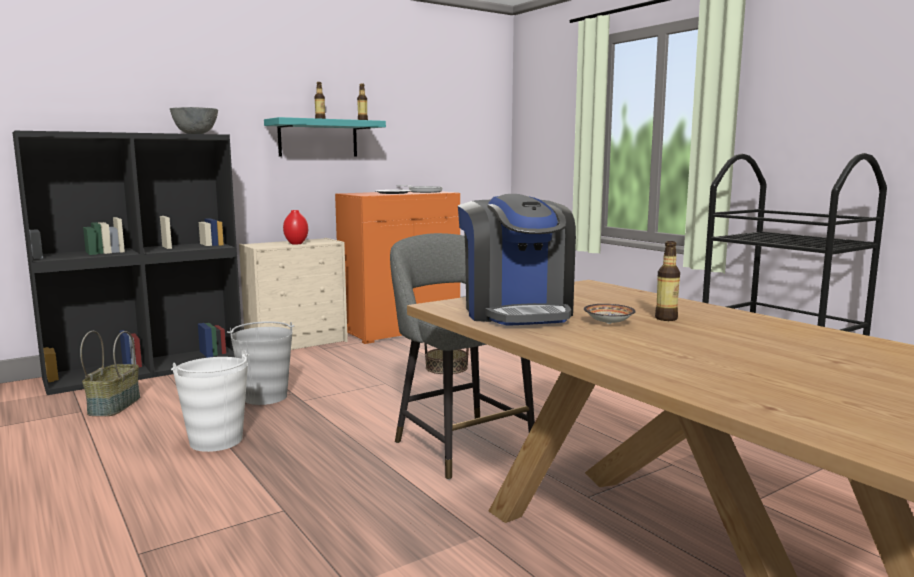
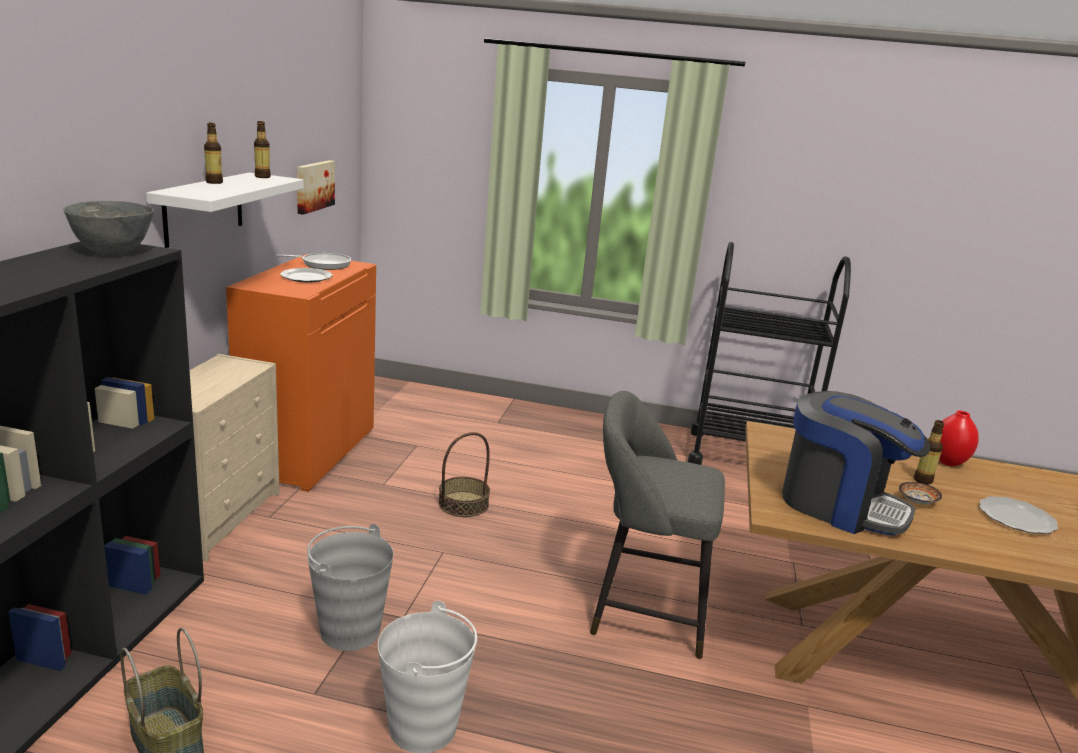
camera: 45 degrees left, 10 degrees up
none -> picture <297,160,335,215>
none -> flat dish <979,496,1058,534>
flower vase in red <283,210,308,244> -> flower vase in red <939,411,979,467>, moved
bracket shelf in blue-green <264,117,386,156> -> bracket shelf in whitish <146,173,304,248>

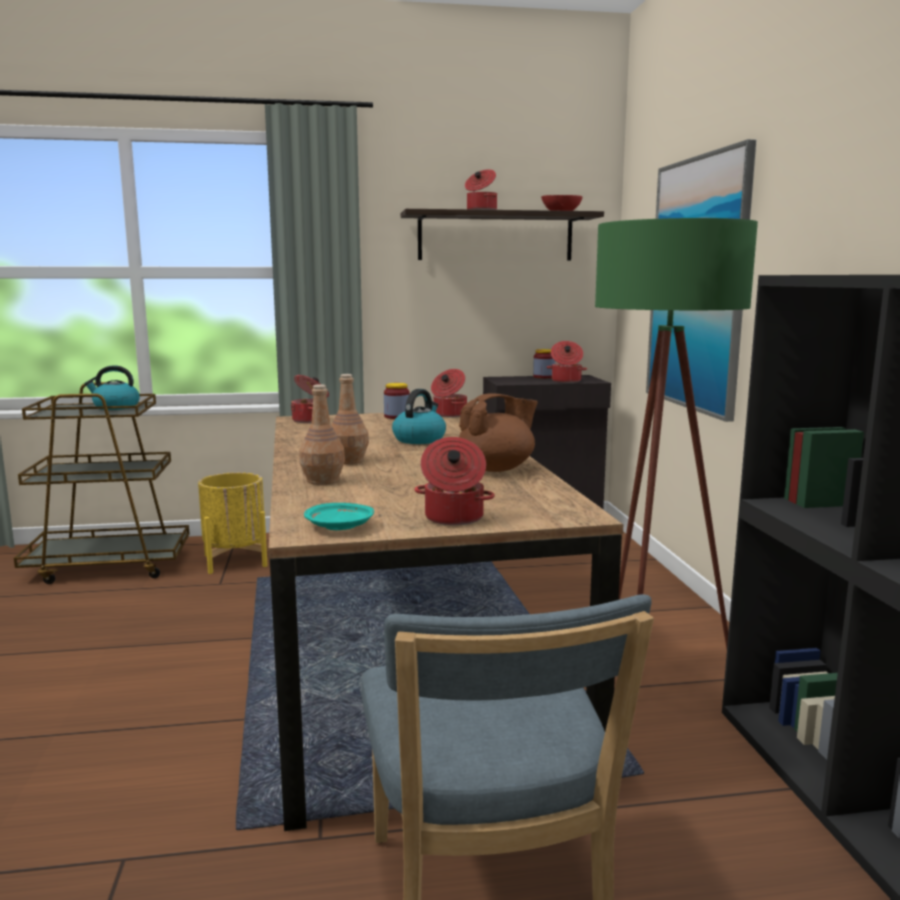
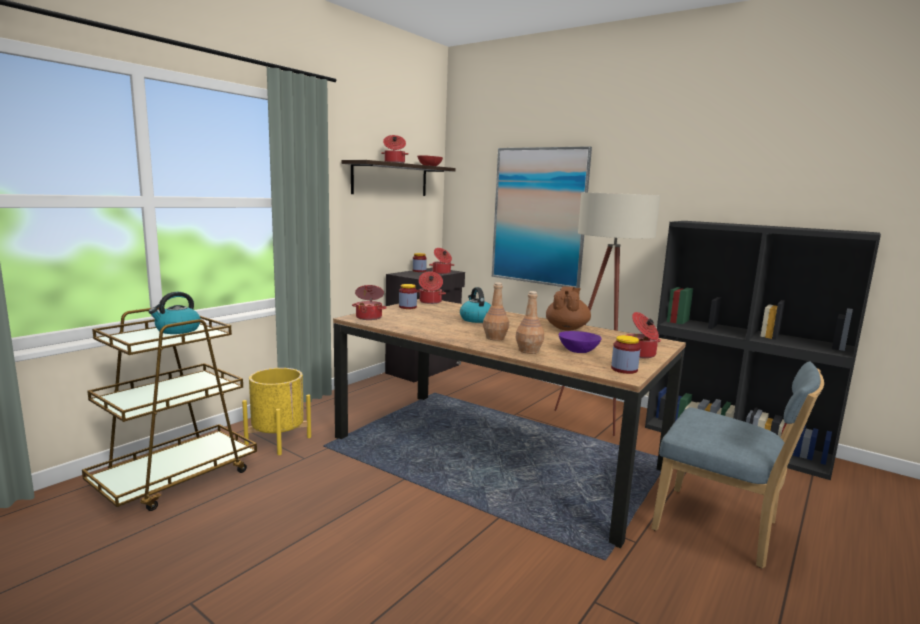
camera: 45 degrees left, 0 degrees up
none -> deep dish in purple-coloured <559,331,602,353>
flat dish in blue-green <304,503,374,530> -> jar <611,335,641,374>
standard lamp in greenish <595,218,758,649> -> standard lamp in beige <554,192,660,436>

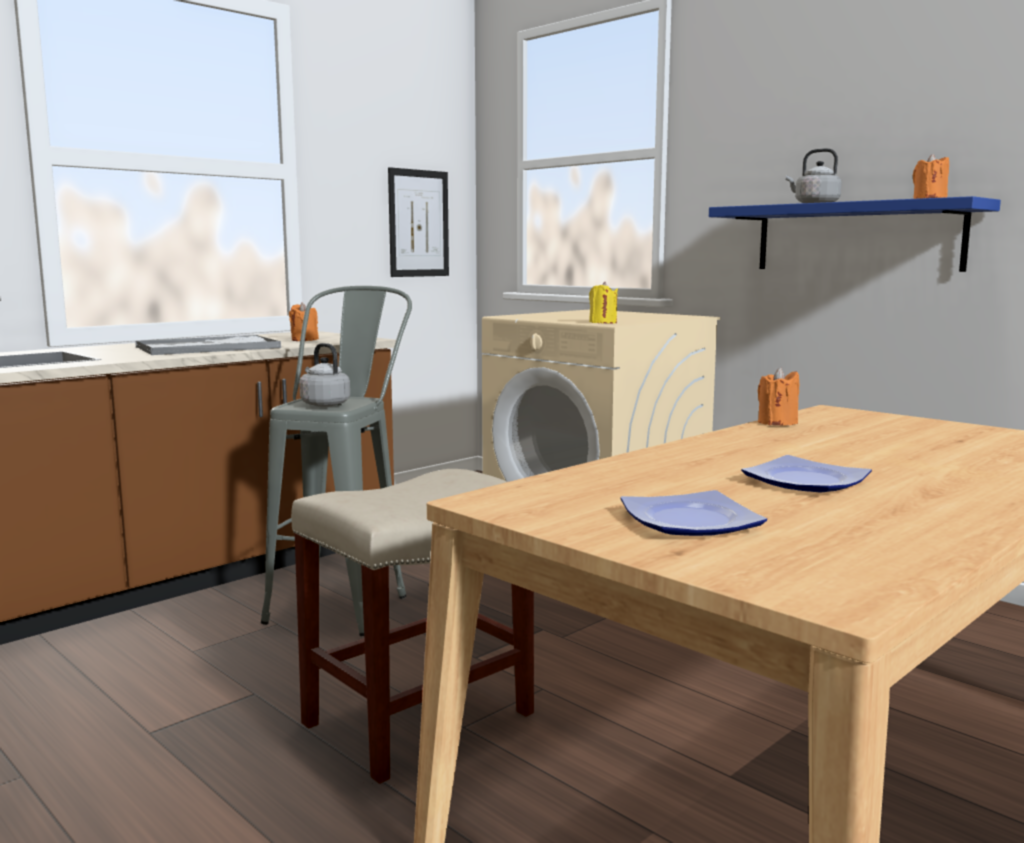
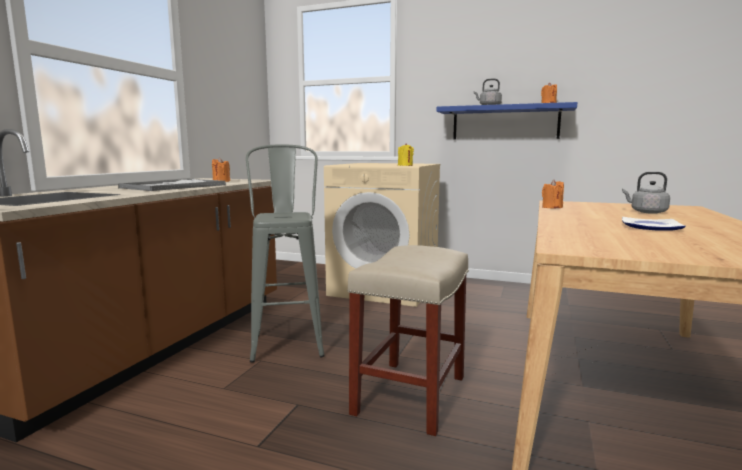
camera: 25 degrees left, 0 degrees up
picture <388,167,449,277> -> none
flat dish <621,490,767,536> -> none
water kettle in grey <299,343,350,407> -> water kettle in grey <622,172,670,214>, moved

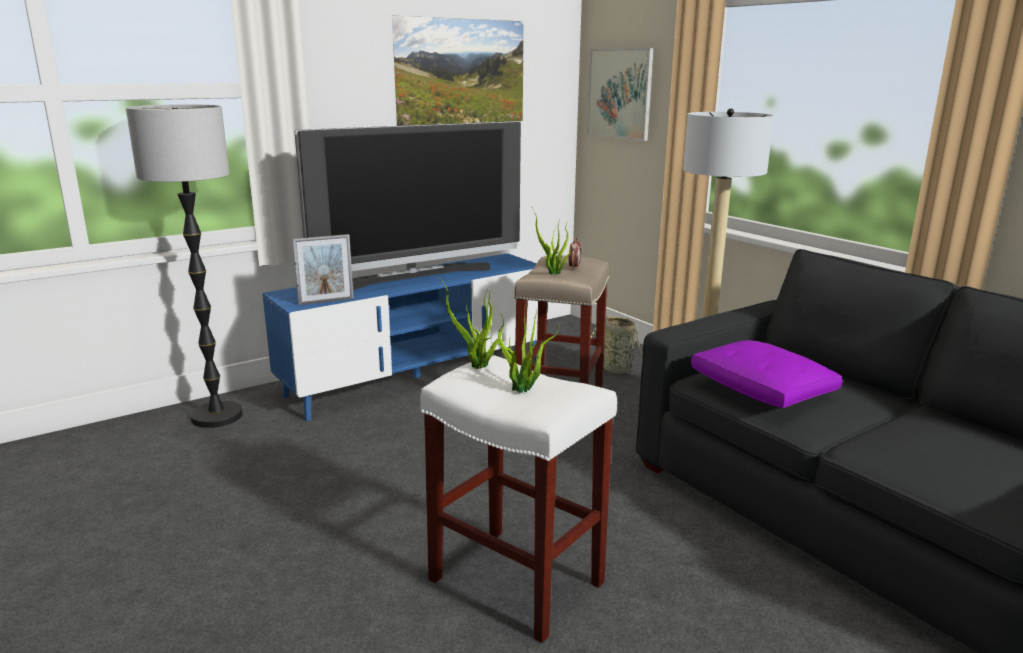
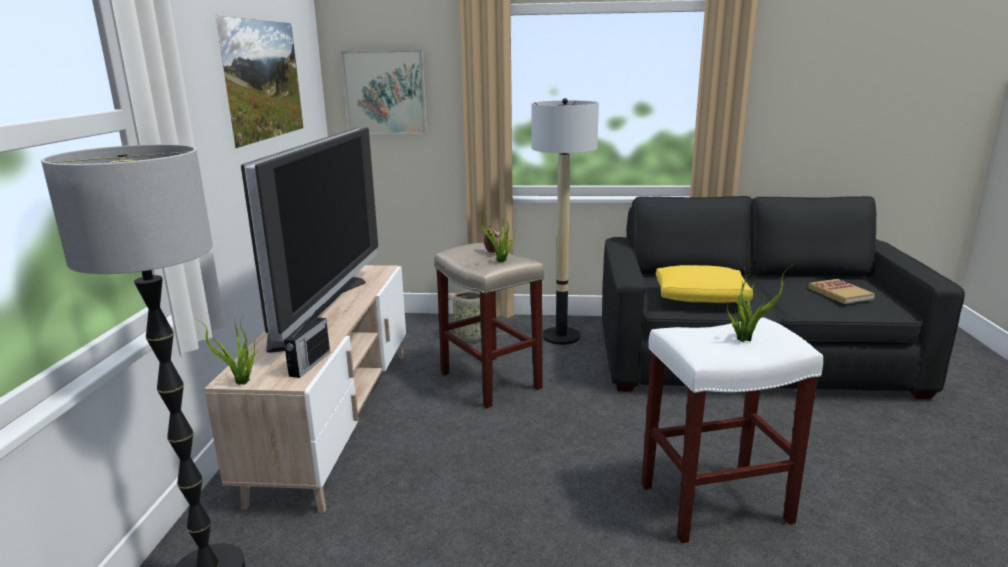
camera: 50 degrees left, 0 degrees up
none -> book <808,279,875,304>
houseplant <438,276,503,369> -> houseplant <197,316,258,385>, moved
photo frame <292,234,354,305> -> radio <284,312,330,378>
tv unit in bluish <262,253,538,421> -> tv unit in beige <204,265,406,513>
throw pillow in purple-coloured <691,340,843,408> -> throw pillow in yellow <656,265,753,303>

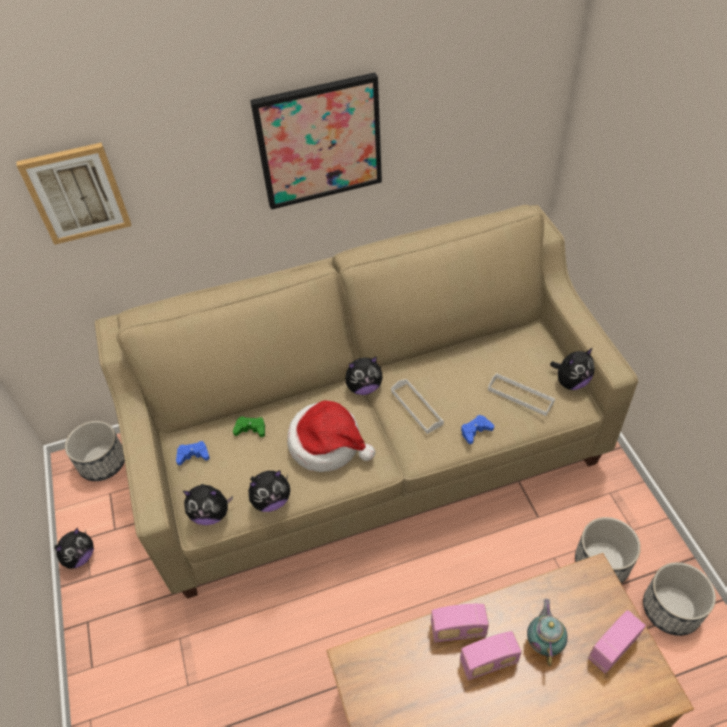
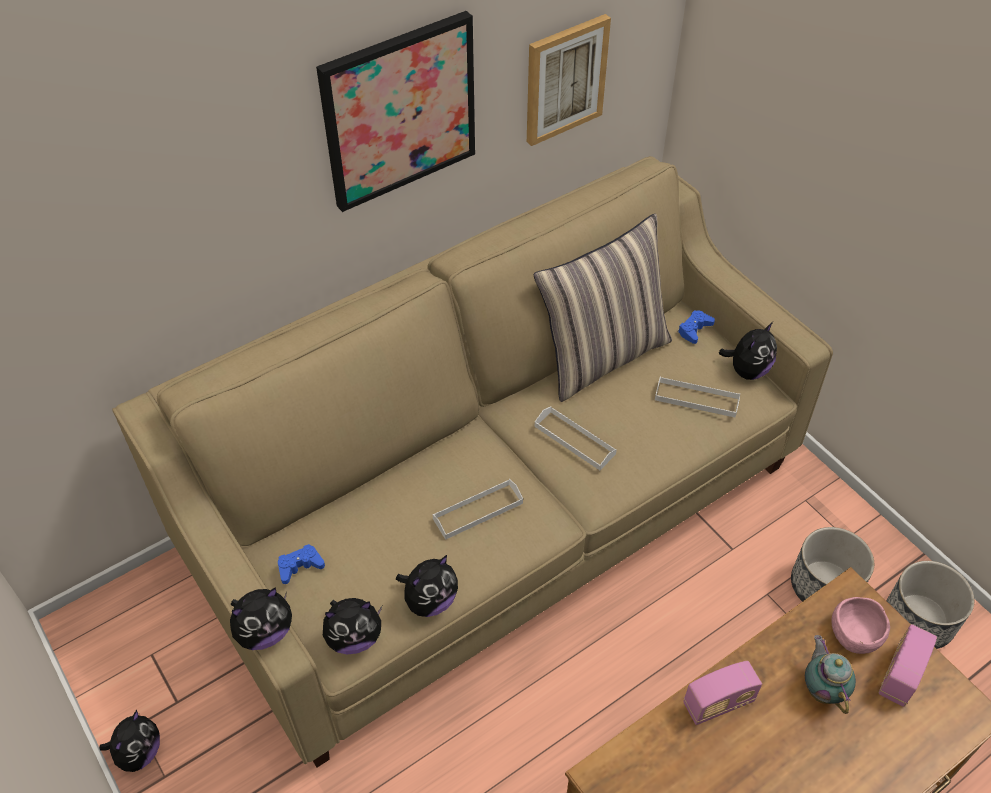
camera: 20 degrees left, 0 degrees up
planter <65,421,125,481> -> none
joypad in greenish <233,416,265,437> -> none
radio <460,631,522,680> -> none
none -> throw pillow <534,214,672,402>
none -> deep dish in pink-coloured <831,597,890,654>
picture <16,142,131,245> -> picture <527,14,611,146>, moved
soft toy <345,356,383,395> -> soft toy <230,587,292,650>, moved
joypad in bluish <461,415,494,444> -> joypad in bluish <678,310,715,344>, moved
wearable hat <287,401,375,472> -> serving tray in whitish <433,479,523,540>

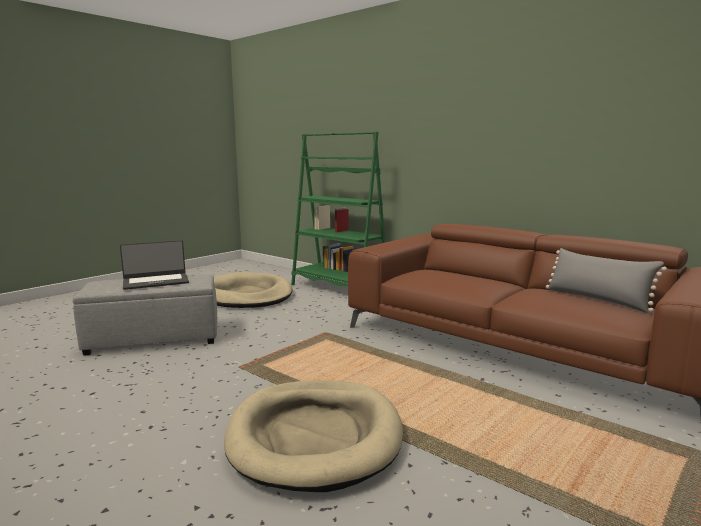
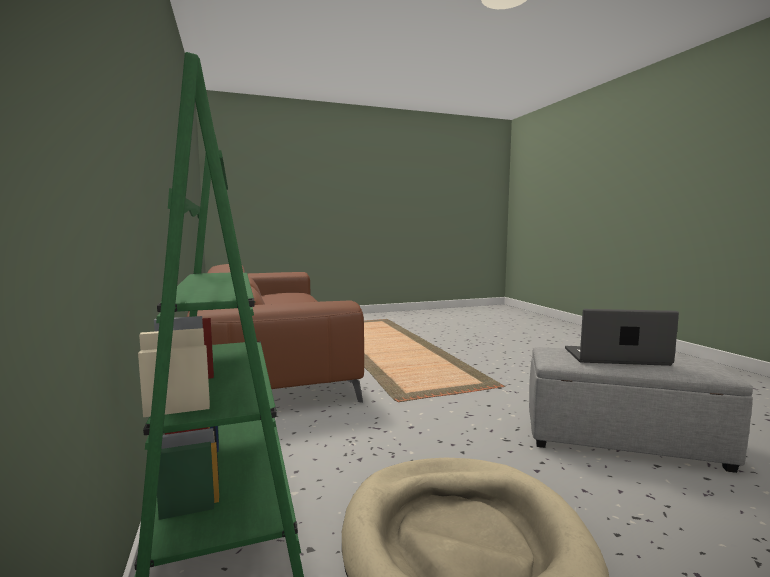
camera: 150 degrees left, 5 degrees down
dog bed in beige <224,380,403,492> -> none
throw pillow in grey <546,248,667,313> -> none

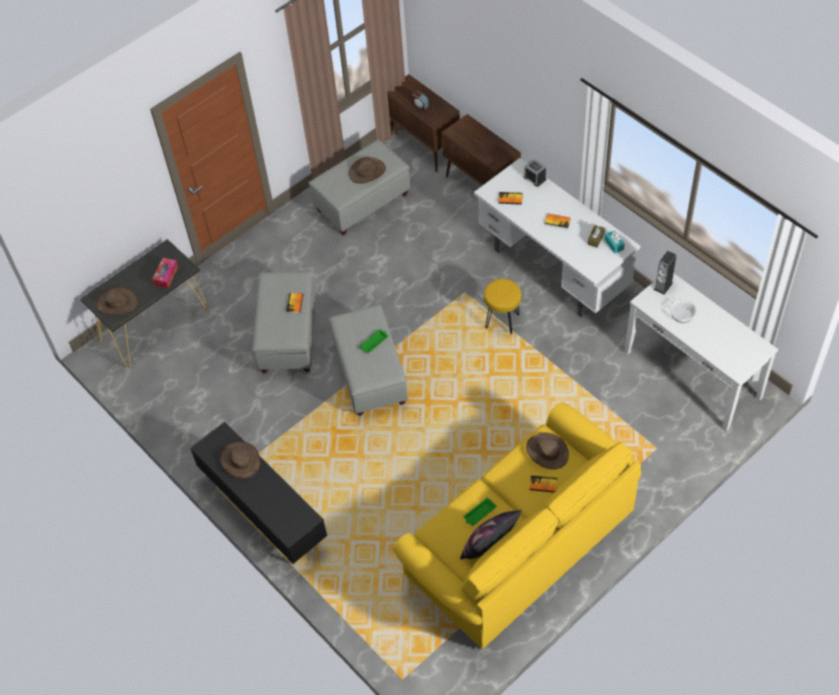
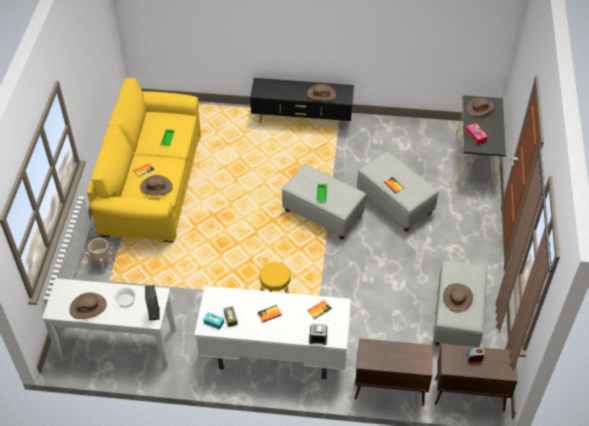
camera: 135 degrees right, 5 degrees down
throw pillow <460,510,522,560> -> none
none -> wearable hat in brown <69,293,107,319>
none -> planter in beige <86,238,115,273>

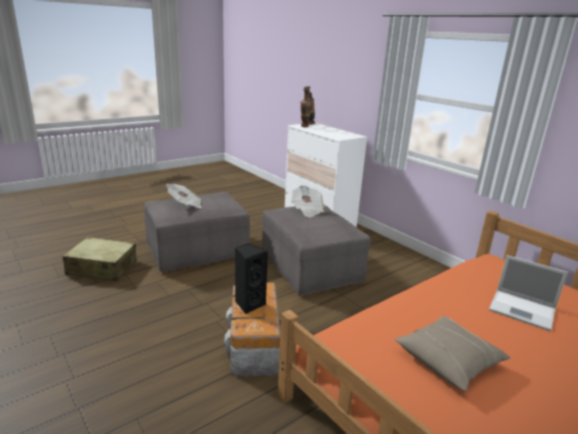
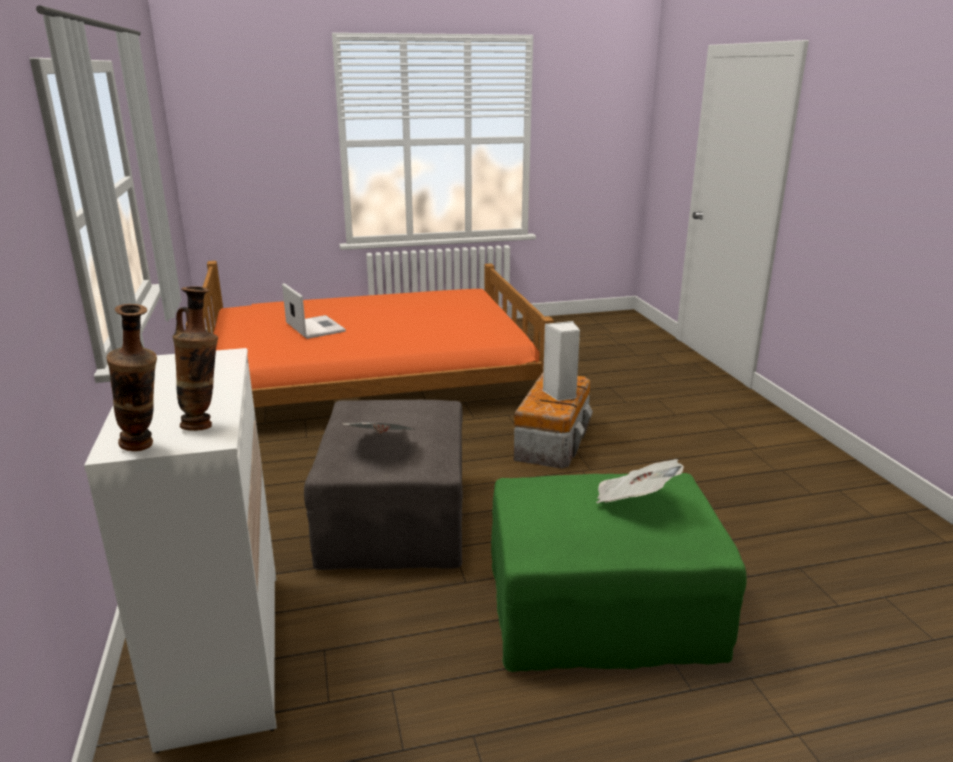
camera: 155 degrees left, 0 degrees up
suitcase in beige <63,237,137,281> -> none
throw pillow in beige <395,316,510,391> -> none
pouffe in grey <144,192,250,272> -> pouffe in greenish <491,473,747,672>
loudspeaker in black-coloured <235,243,268,314> -> loudspeaker in whitish <543,321,580,401>

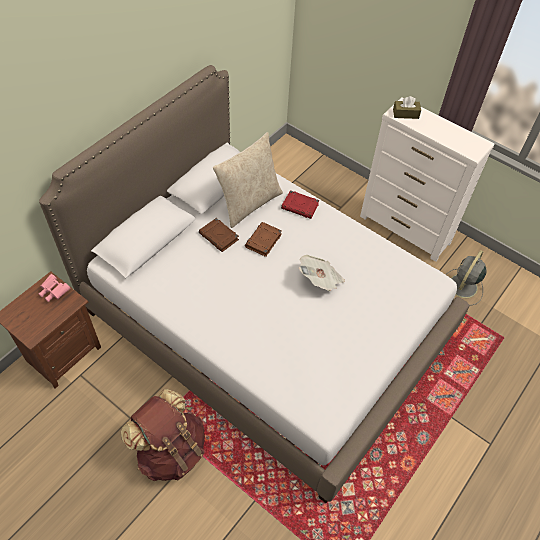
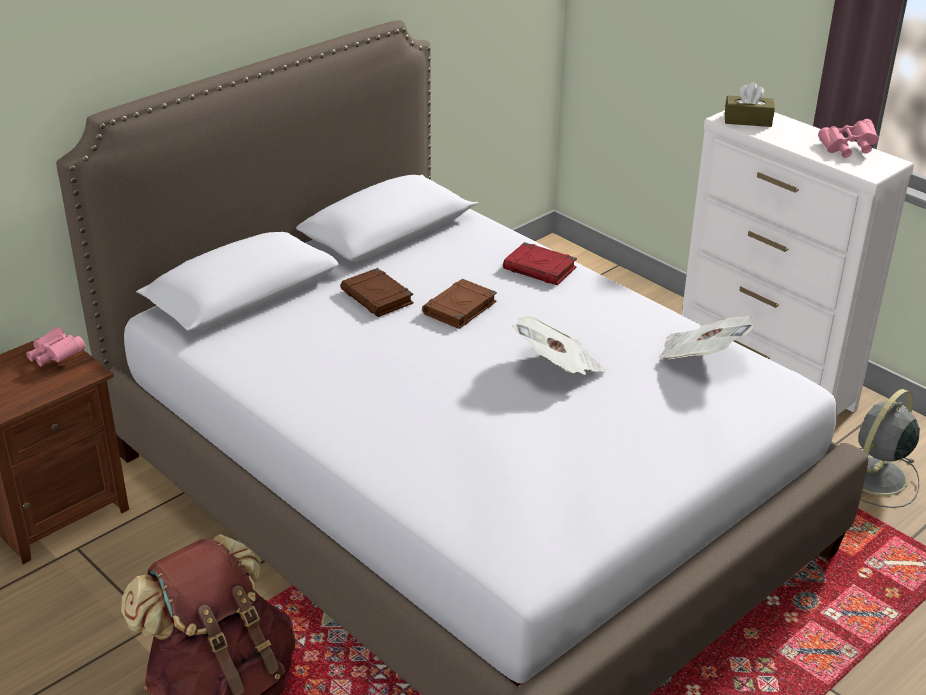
camera: 10 degrees right, 20 degrees down
throw pillow in beige <213,132,283,228> -> none
none -> daily paper <660,316,754,359>
none -> pair of binoculars in pink-coloured <818,119,879,158>

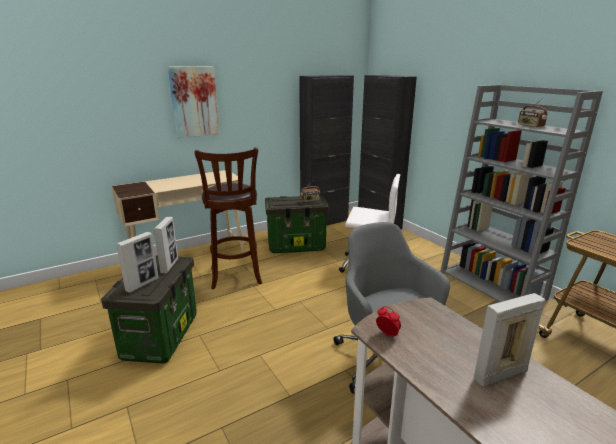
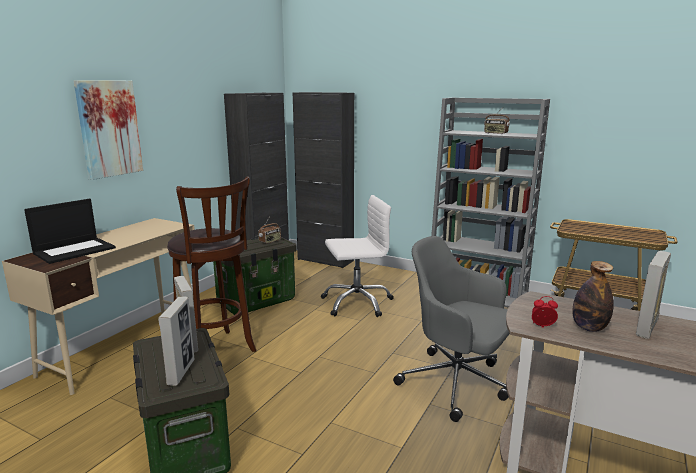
camera: 30 degrees left, 5 degrees down
none -> notebook computer <24,199,116,264>
none -> bottle <573,261,614,332>

